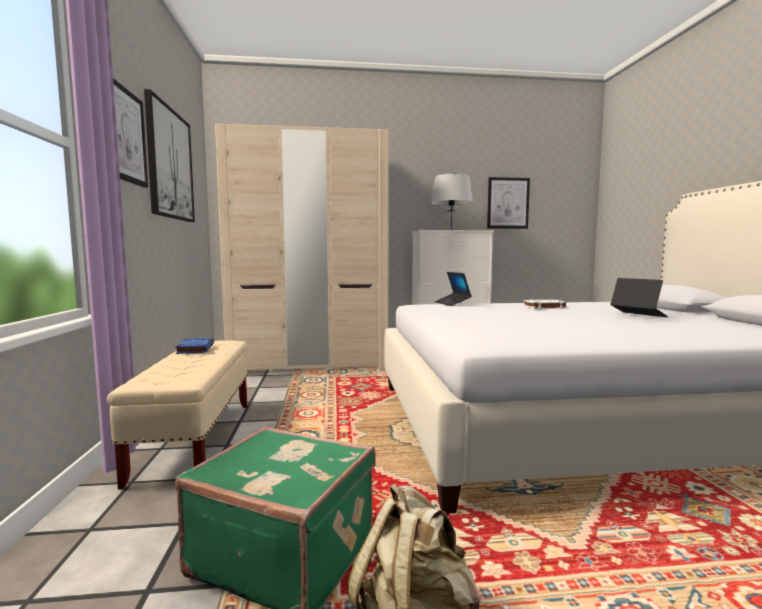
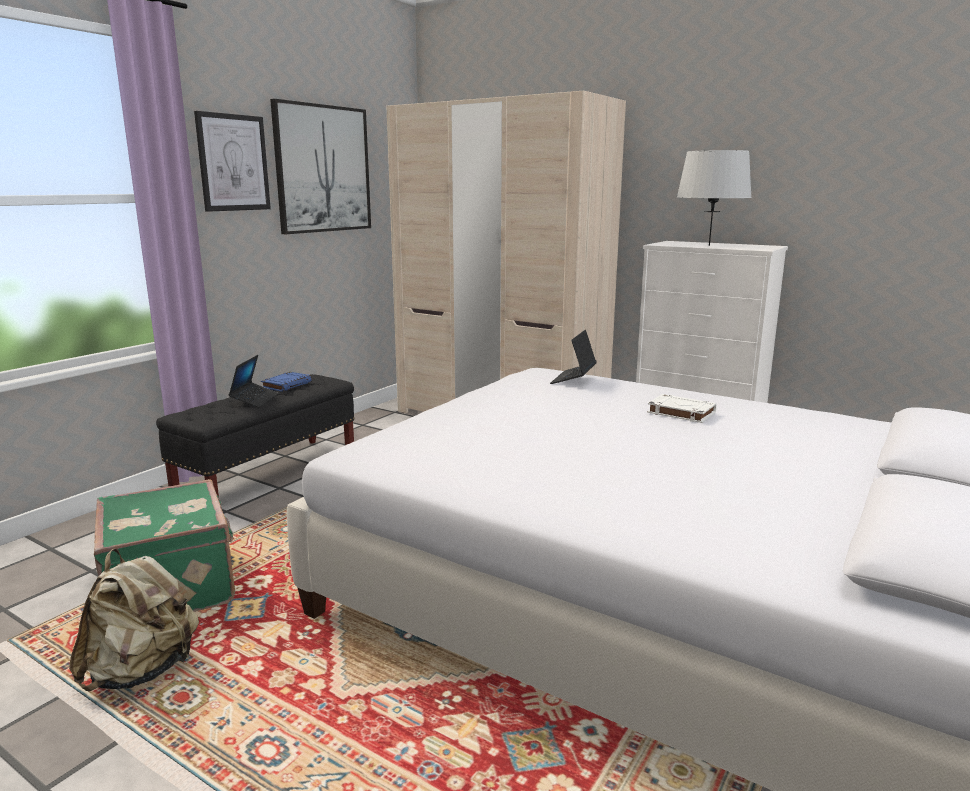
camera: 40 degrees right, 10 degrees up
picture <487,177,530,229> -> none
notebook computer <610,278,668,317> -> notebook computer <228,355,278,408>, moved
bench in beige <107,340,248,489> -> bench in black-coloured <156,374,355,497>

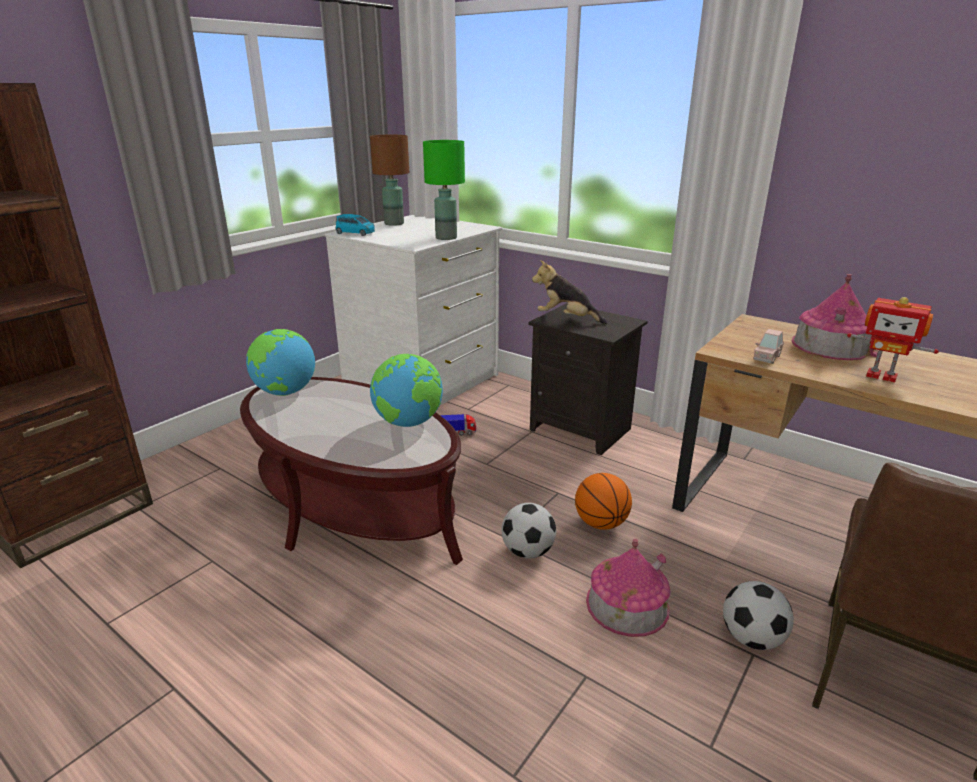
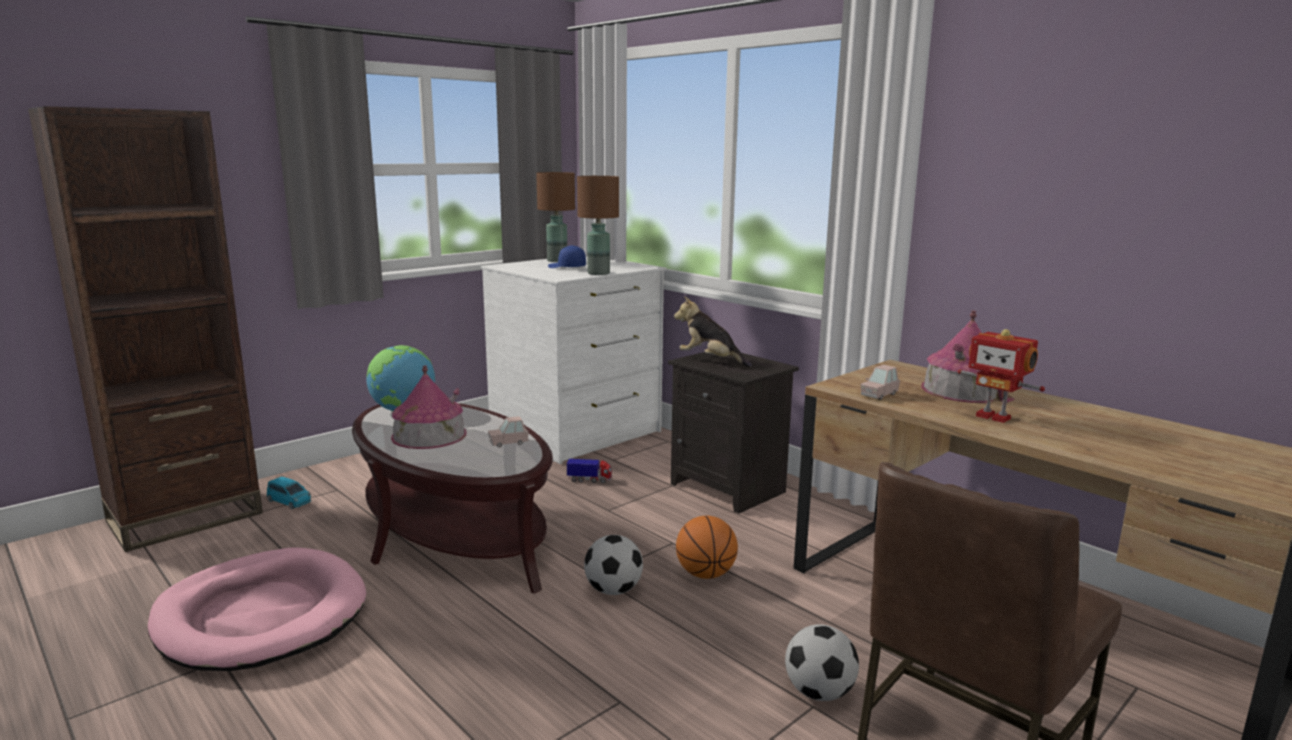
camera: 10 degrees right, 10 degrees down
none -> dog bed in pink-coloured <148,548,366,671>
none -> cap in bluish <548,245,586,268>
model car in bluish <335,214,375,236> -> model car in bluish <267,476,311,509>, moved
model house <586,539,670,637> -> model house <391,365,467,449>, moved
globe <370,354,443,427> -> model car in pink-coloured <488,416,529,447>
tabletop lamp in greenish <423,140,465,240> -> tabletop lamp in brown <577,176,619,275>

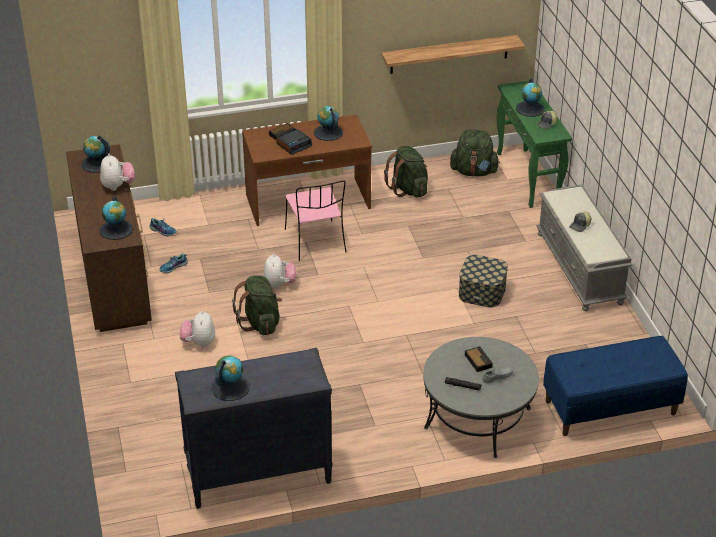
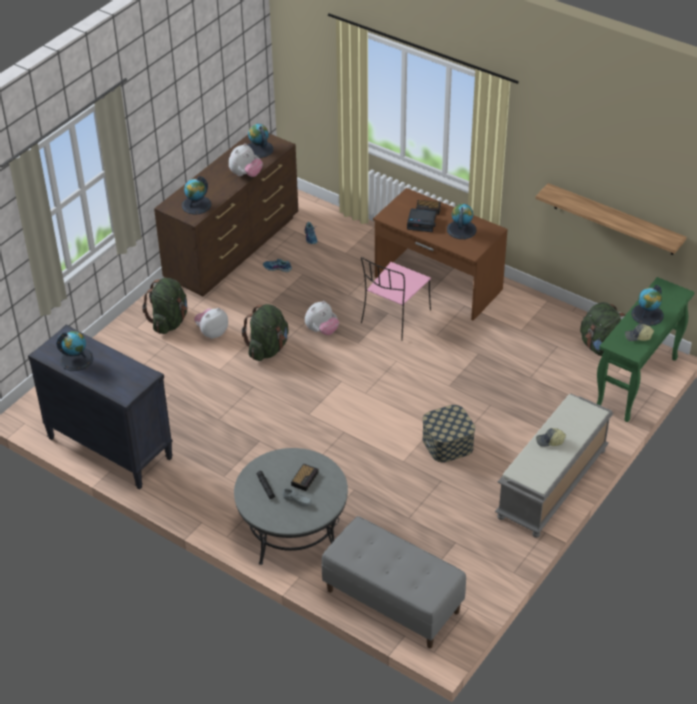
camera: 50 degrees right, 5 degrees up
rucksack in greenish <384,146,428,197> -> rucksack in greenish <142,278,188,334>, moved
bench in bluish <543,336,688,436> -> bench in grey <321,516,466,648>

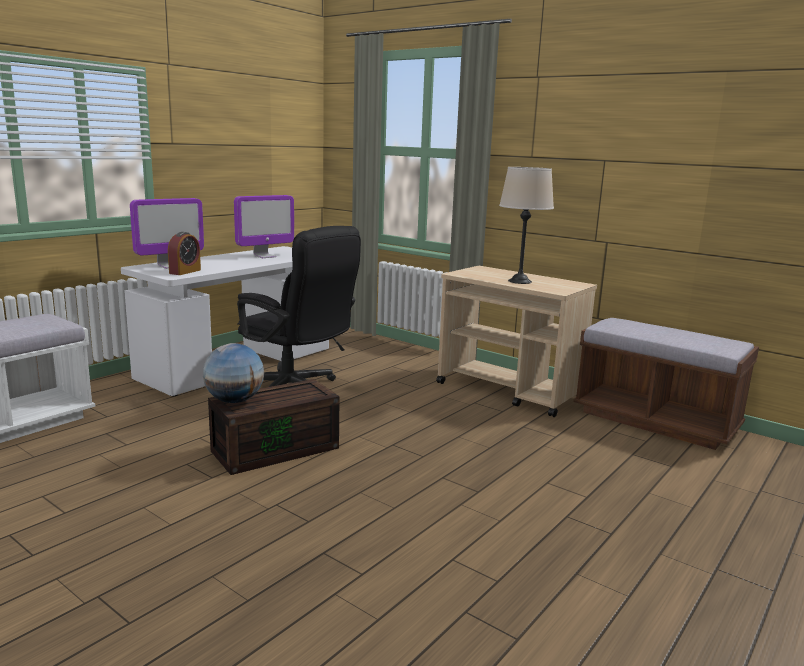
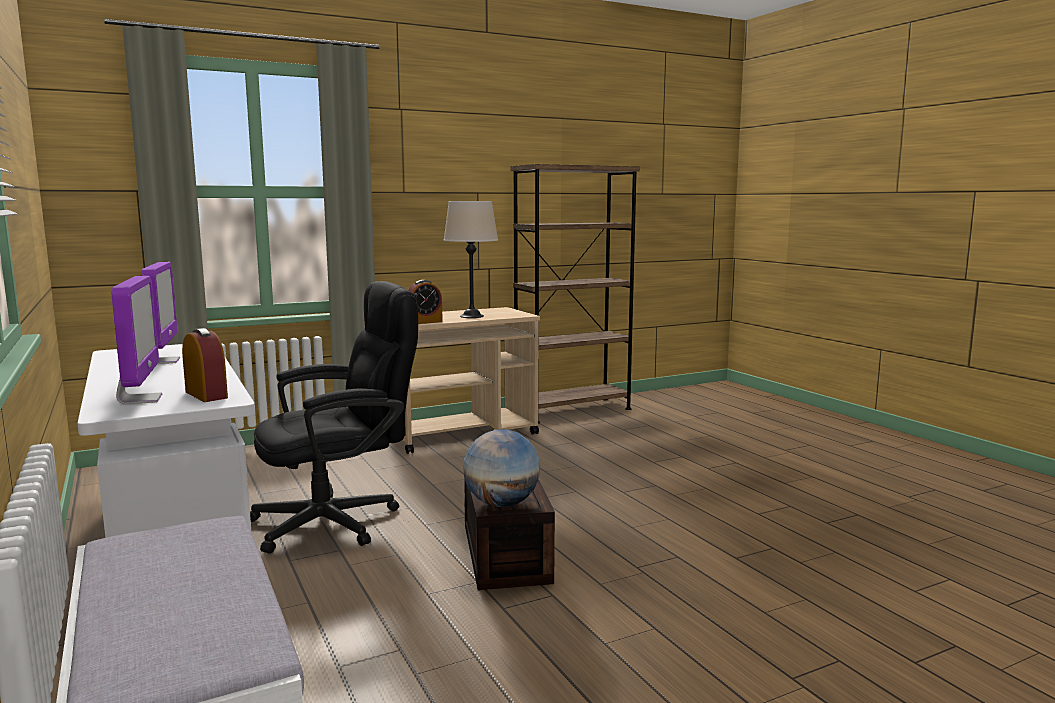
camera: 65 degrees left, 5 degrees down
none -> alarm clock <408,280,443,324>
bench in brown <573,318,759,450> -> bookcase in brown <510,164,640,424>

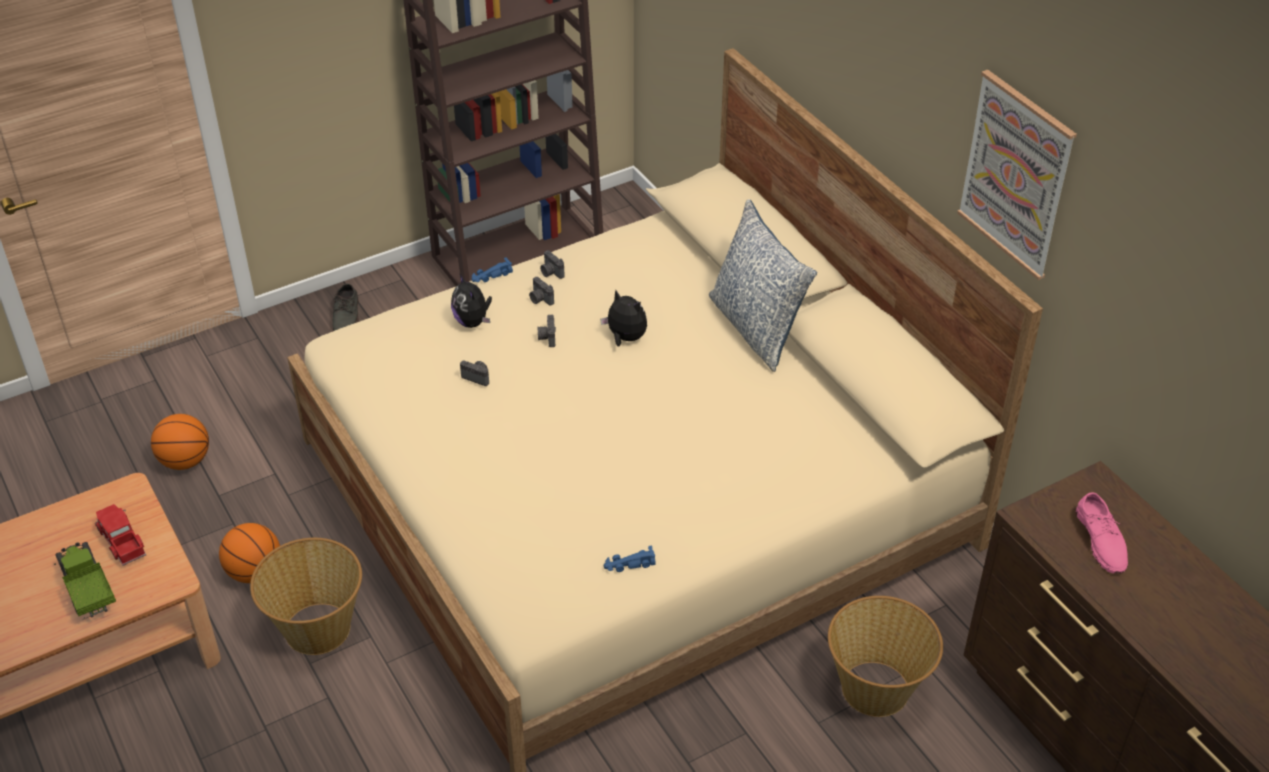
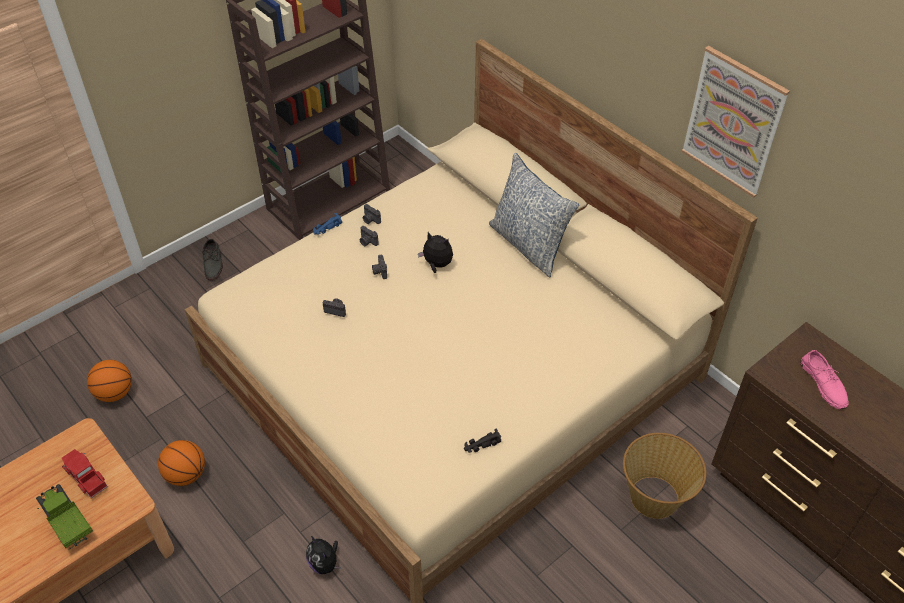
camera: 10 degrees left, 5 degrees up
household basket <250,538,362,655> -> none
soft toy <451,274,492,328> -> soft toy <306,536,341,574>, moved
model car in bluish <604,546,655,572> -> model car in black-coloured <464,428,501,453>

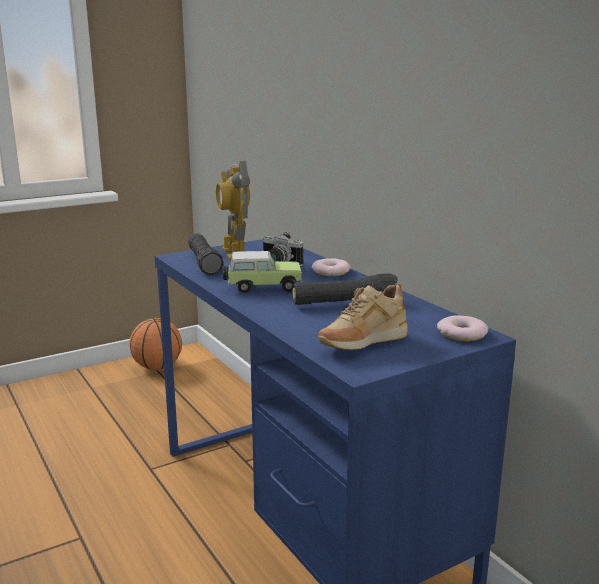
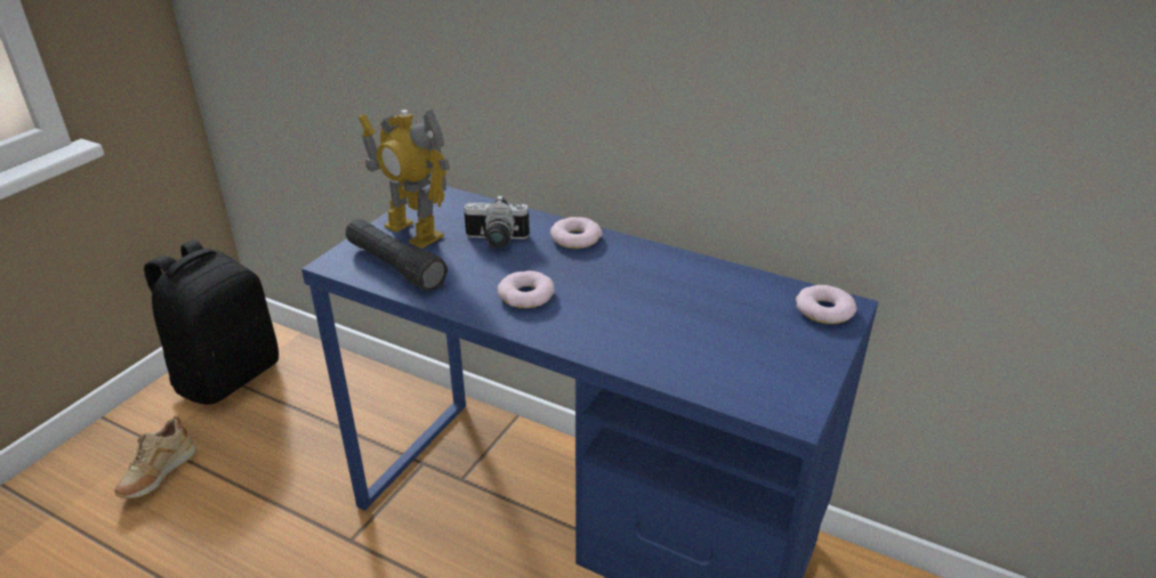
camera: 30 degrees left, 15 degrees up
hand torch in black-coloured <292,273,397,305> -> none
low shoe in beige <318,283,407,350> -> low shoe in beige <114,416,197,499>, moved
basketball <129,318,182,370> -> rucksack in black-coloured <144,239,279,405>
model car <222,251,302,293> -> donut <497,271,554,308>

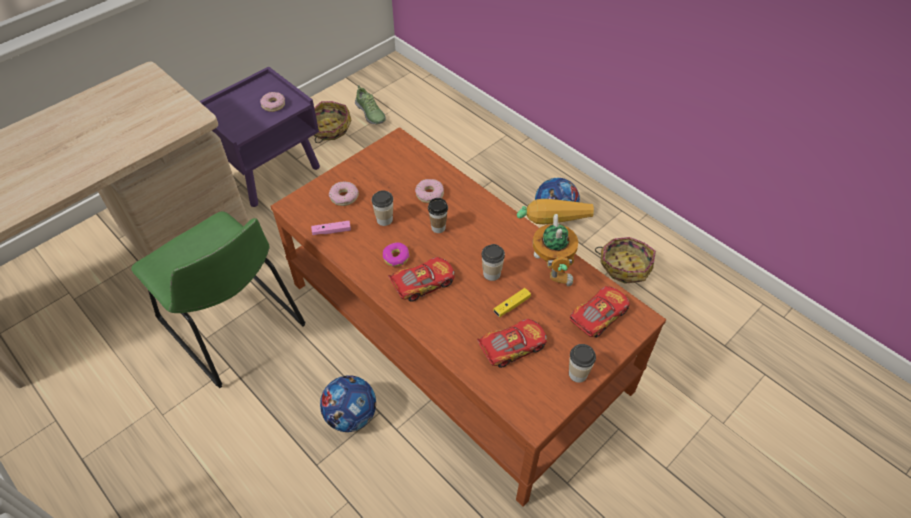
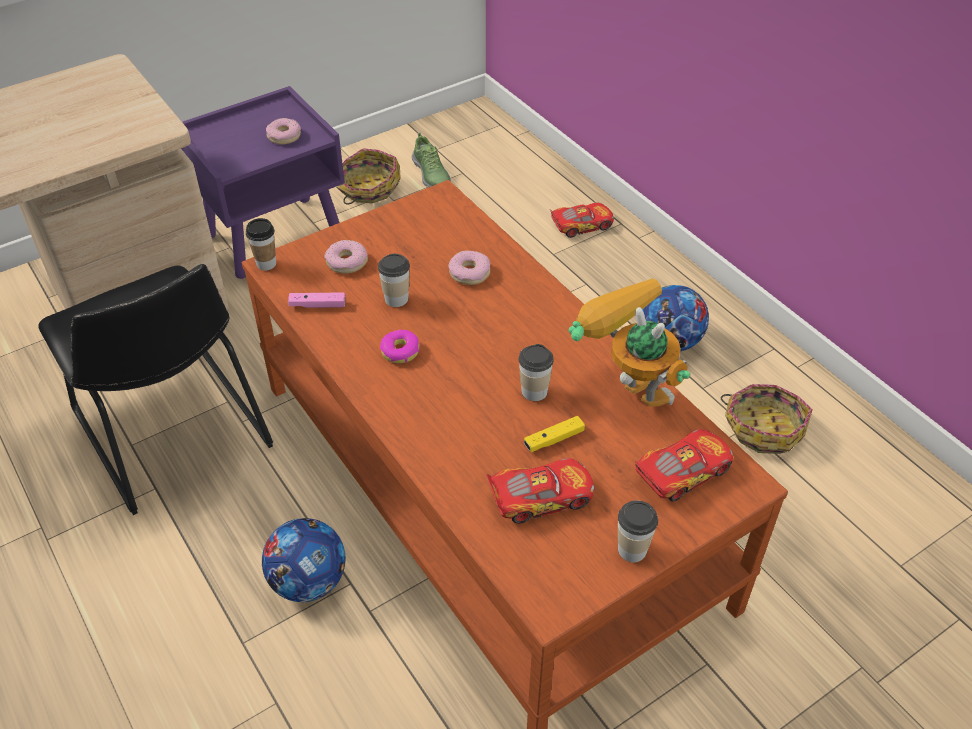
camera: 10 degrees right, 5 degrees down
model car <388,257,455,302> -> model car <550,202,614,238>, moved
small cup <428,198,448,233> -> small cup <246,218,276,270>, moved
plain chair in greenish <131,211,306,388> -> plain chair in black-coloured <38,264,273,515>
toy robot <517,199,594,286> -> toy robot <569,278,690,407>, 45 degrees counterclockwise

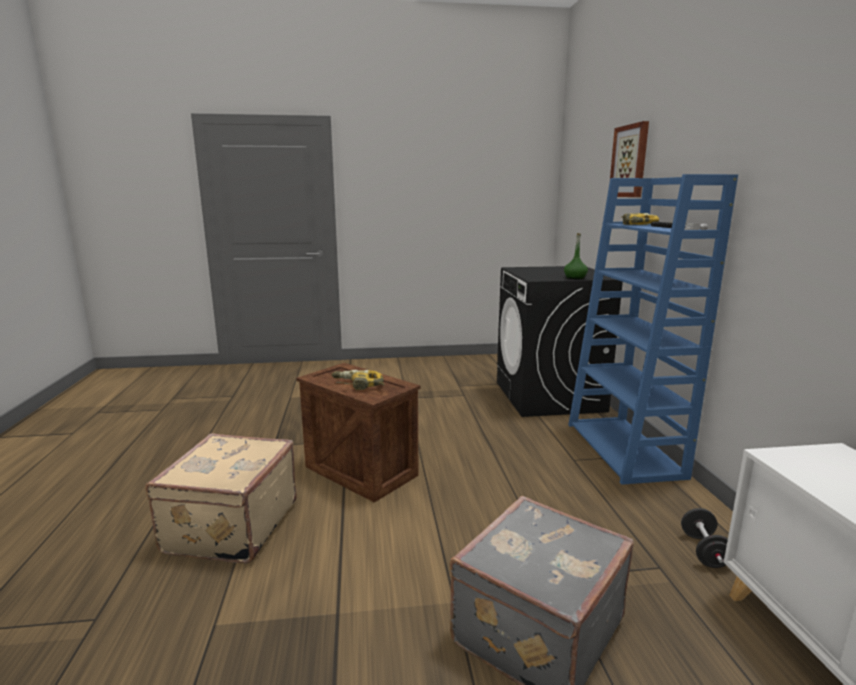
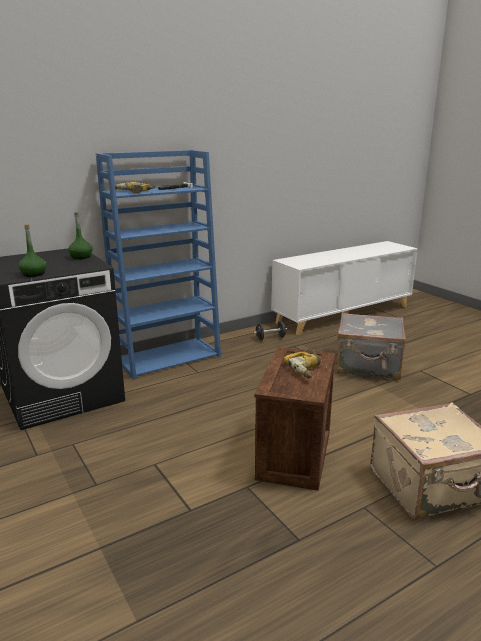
camera: 115 degrees left, 5 degrees up
picture <610,121,649,197> -> none
none -> bottle in greenish <18,224,46,277>

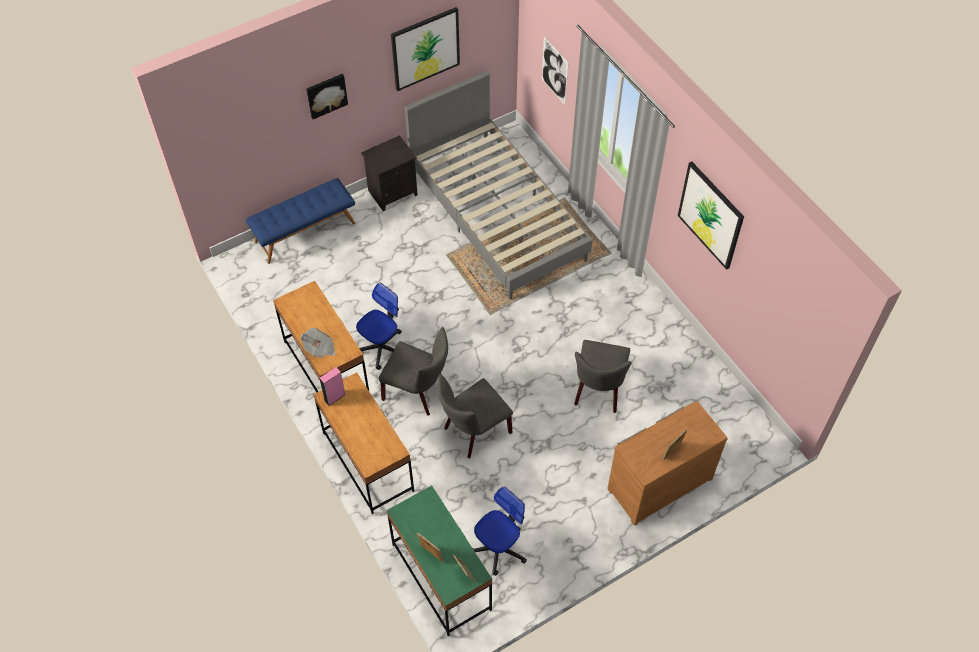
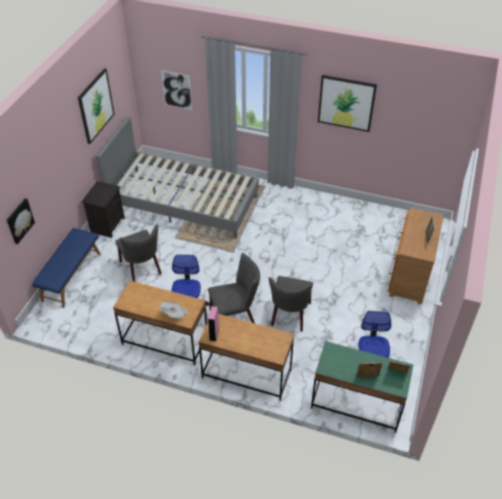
camera: 40 degrees left, 10 degrees down
picture <306,74,348,119> -> picture <7,198,35,244>, moved
plain chair in grey <574,340,632,413> -> plain chair in grey <115,225,162,282>, moved

